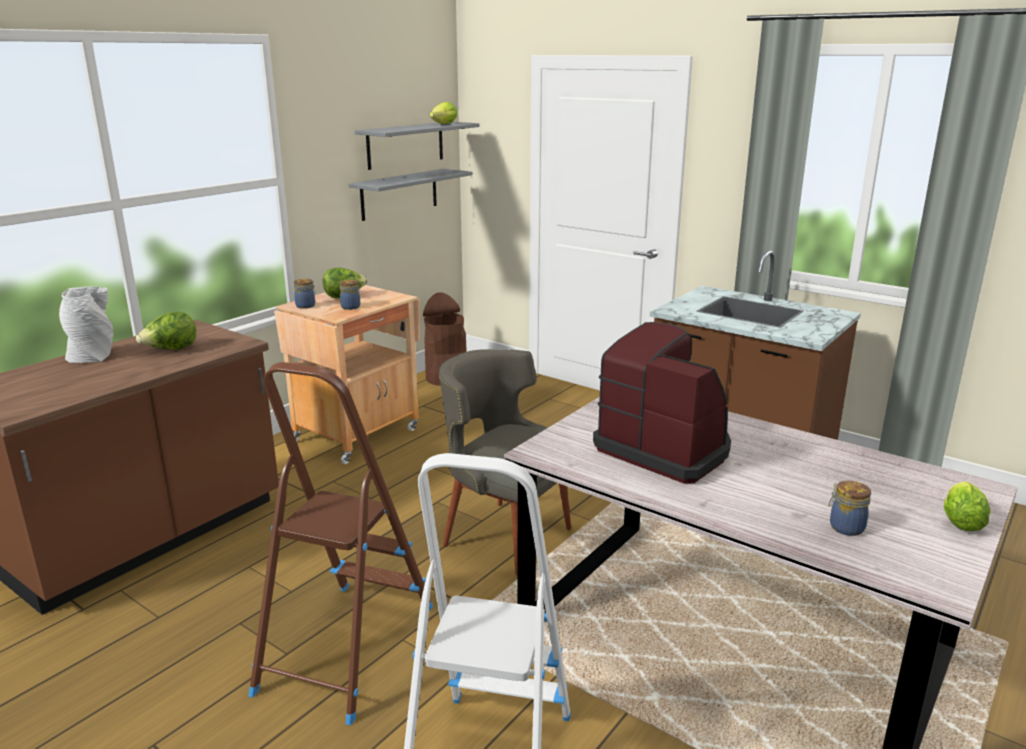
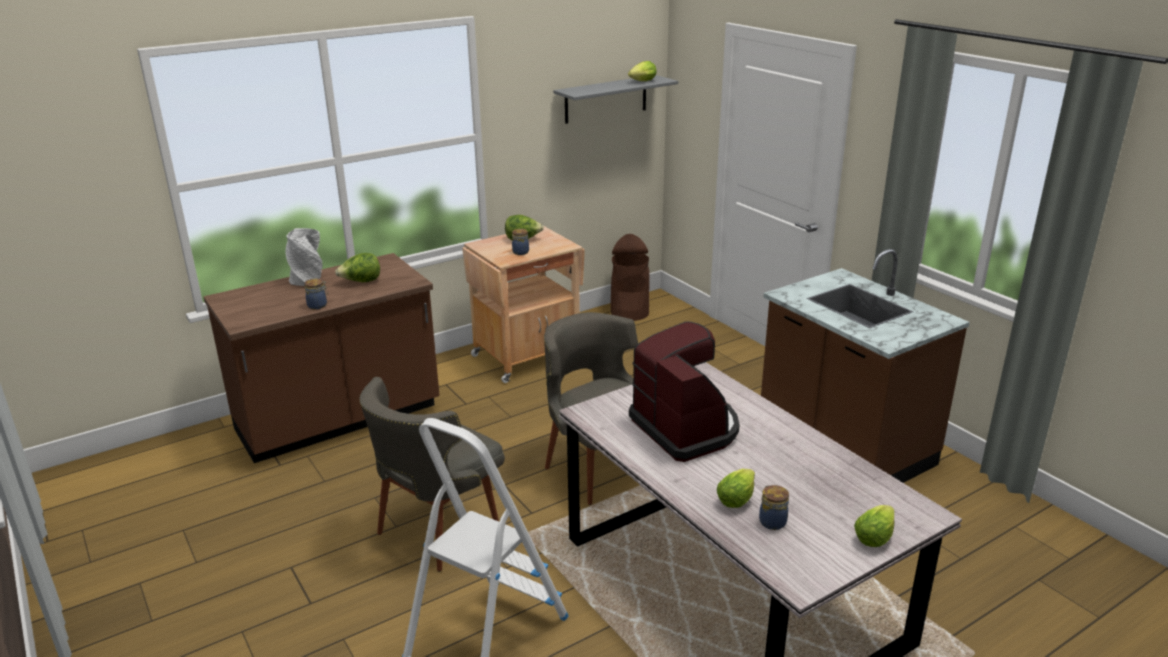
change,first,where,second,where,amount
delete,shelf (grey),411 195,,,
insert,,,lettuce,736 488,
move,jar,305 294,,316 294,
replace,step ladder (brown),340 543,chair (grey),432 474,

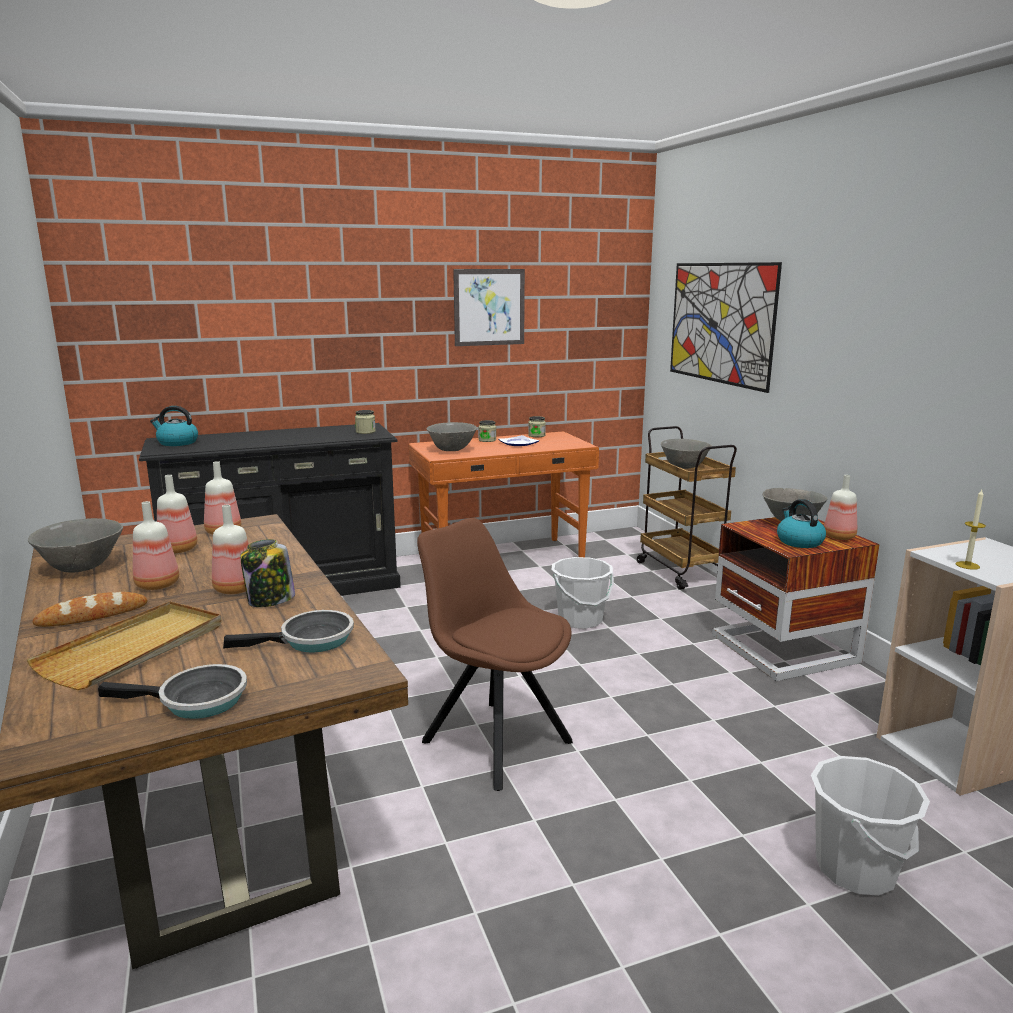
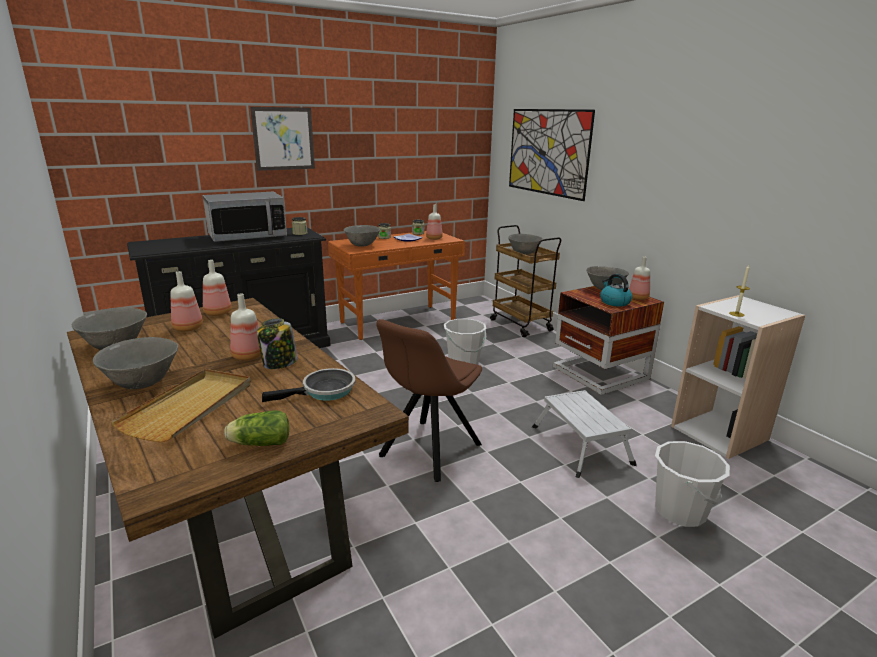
change,first,where,second,where,amount
delete,kettle,174 426,,,
insert,,,microwave,245 217,
insert,,,step ladder (white),584 434,
move,bottle,156 545,,434 222,
move,picture,489 307,,282 139,
replace,bread,90 609,bowl (grey),135 363,
replace,frying pan,172 691,lettuce,256 428,
rotate,chair (brown),495 654,,429 400,90 degrees counterclockwise

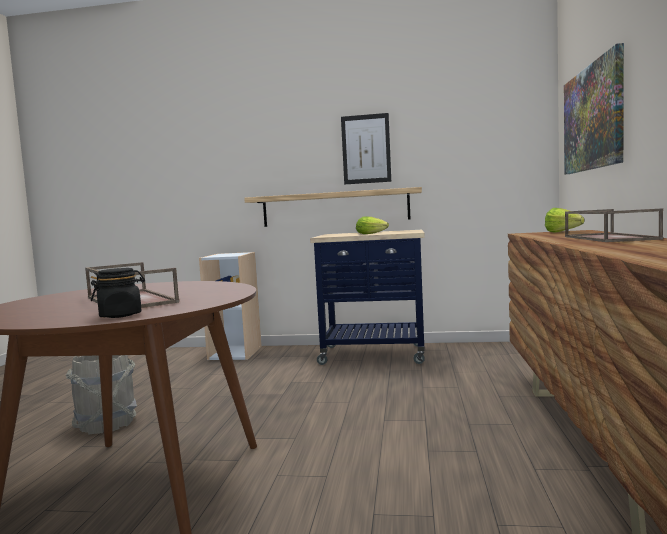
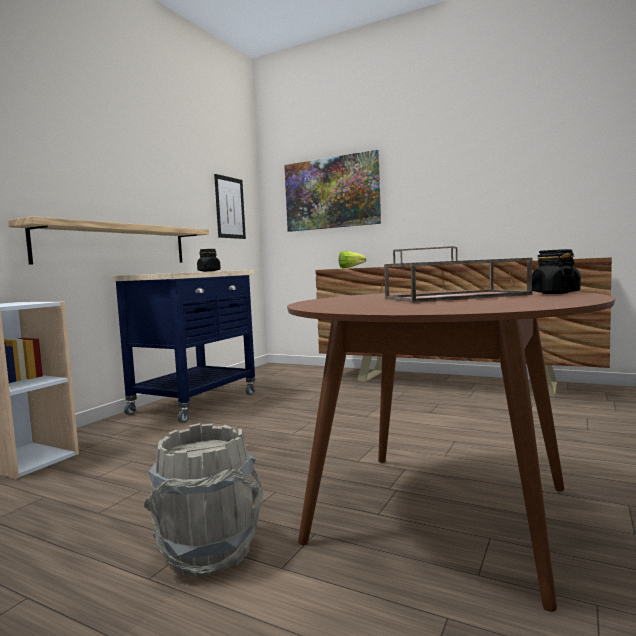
change,first,where,second,where,amount
move,picture,366 148,,230 206,
replace,lettuce,372 225,jar (black),209 260,

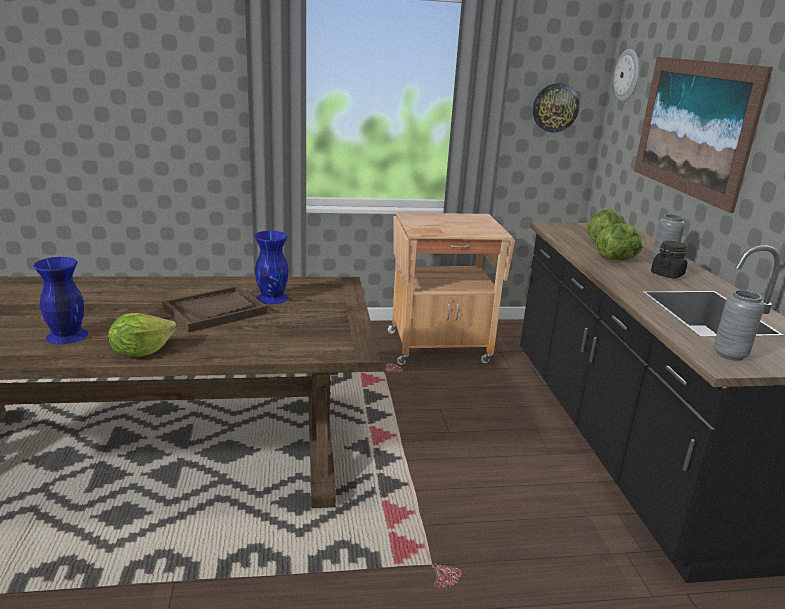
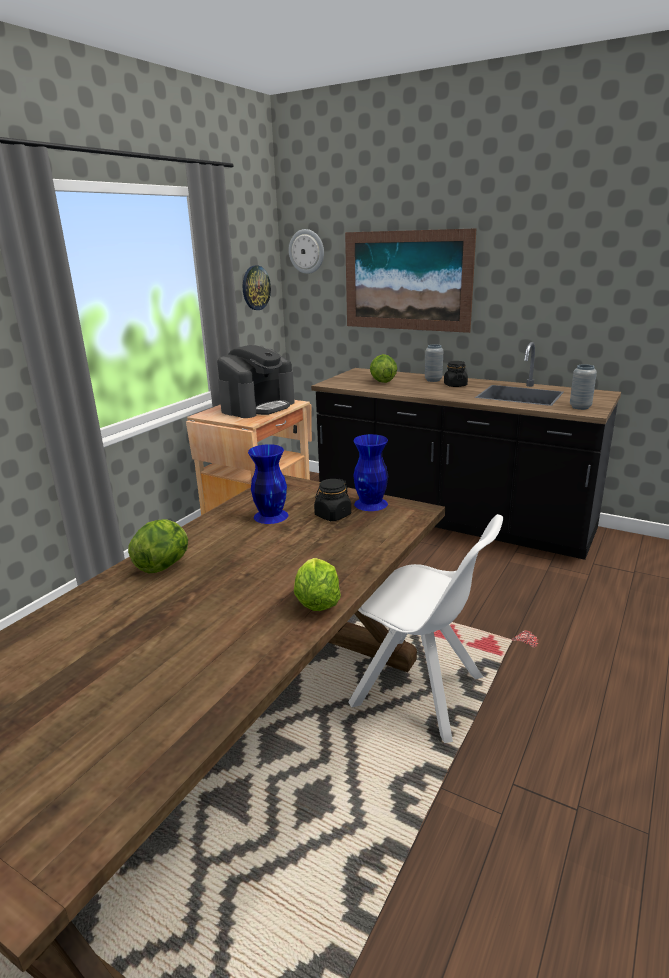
change,first,where,second,where,amount
delete,tray (brown),215 309,,,
insert,,,coffee machine,256 381,
insert,,,jar (black),332 500,
insert,,,chair (white),425 628,
move,vase (blue),60 300,,370 472,
move,lettuce,620 241,,158 546,

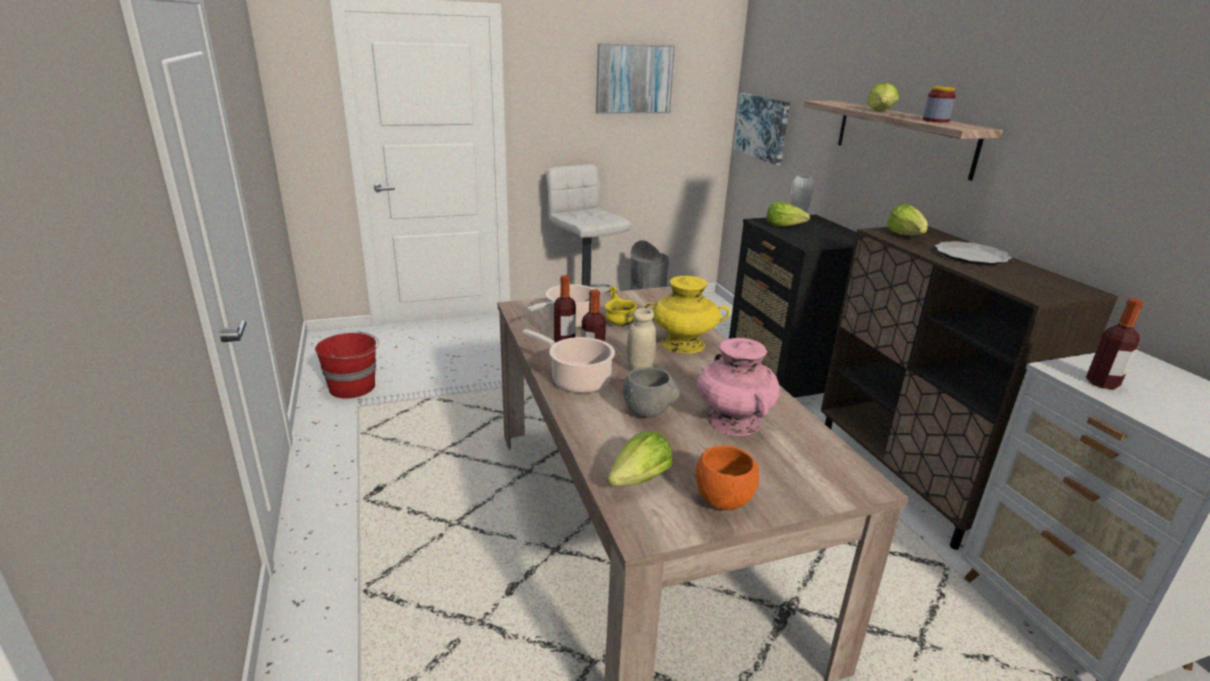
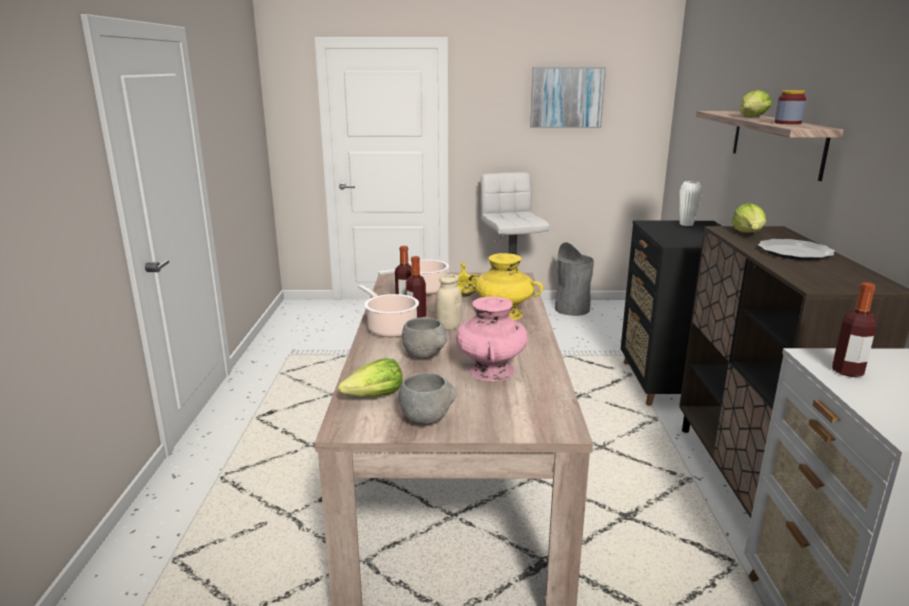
change,first,where,second,where,amount
delete,bucket (red),347 365,,,
delete,picture,761 129,,,
delete,lettuce,788 214,,,
recolor,bowl (orange),727 477,bowl (grey),427 398,

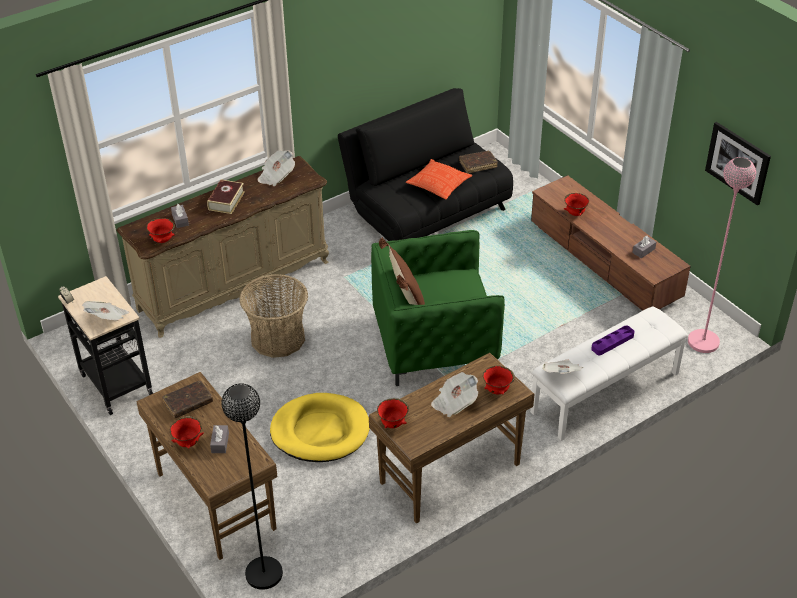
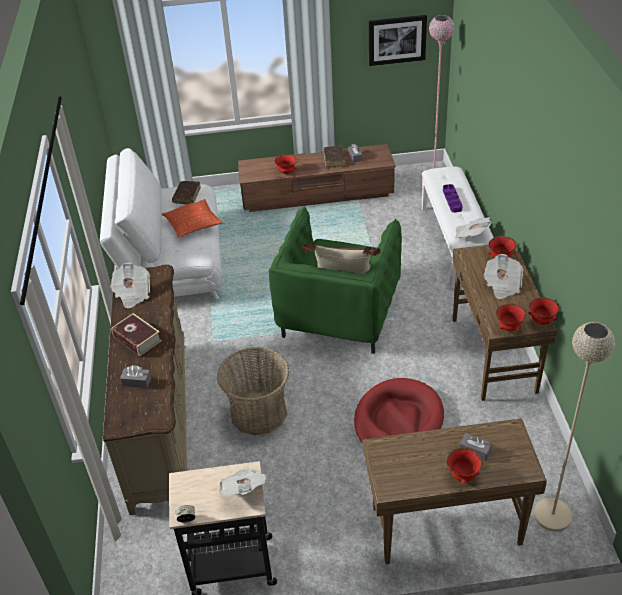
change,first,where,second,where,amount
move,bowl (red),160 230,,543 311,
move,book (brown),187 399,,334 157,
recolor,floor lamp (black),252 487,floor lamp (beige),574 427,
recolor,dog bed (yellow),320 427,dog bed (red),399 411,
recolor,sofa (black),425 164,sofa (white),161 224,

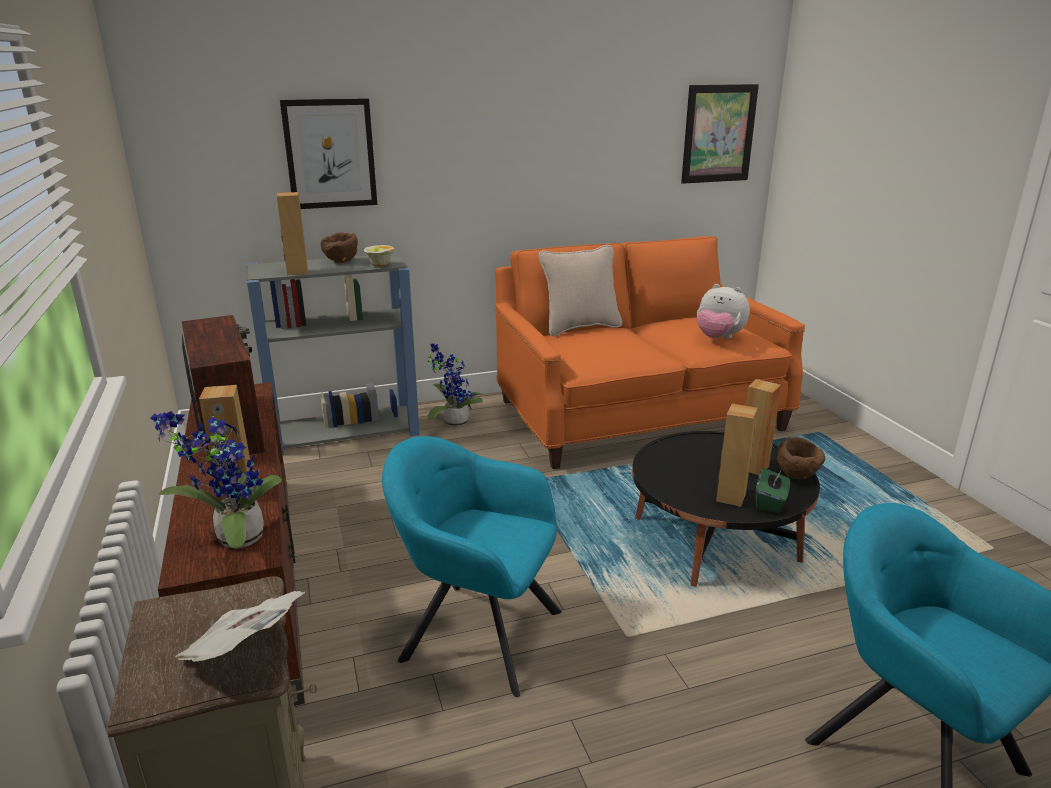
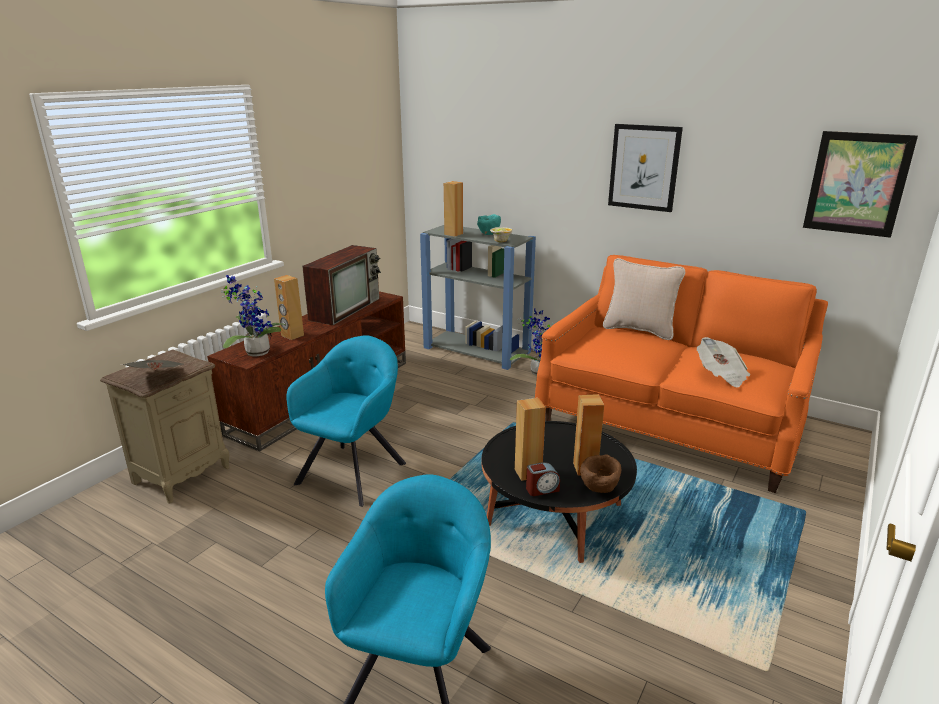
change,first,where,second,where,amount
move,picture,328 153,,645 168,
replace,plush toy,723 311,newspaper,724 362,
replace,tissue box (green),772 490,alarm clock,543 479,
recolor,bowl (brown),339 247,bowl (turquoise),489 224,
rotate,armchair (turquoise),472 566,,346 421,45 degrees clockwise

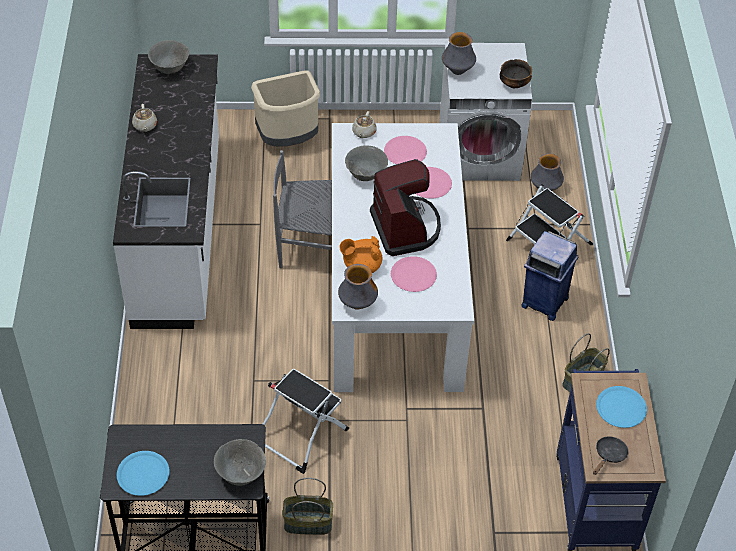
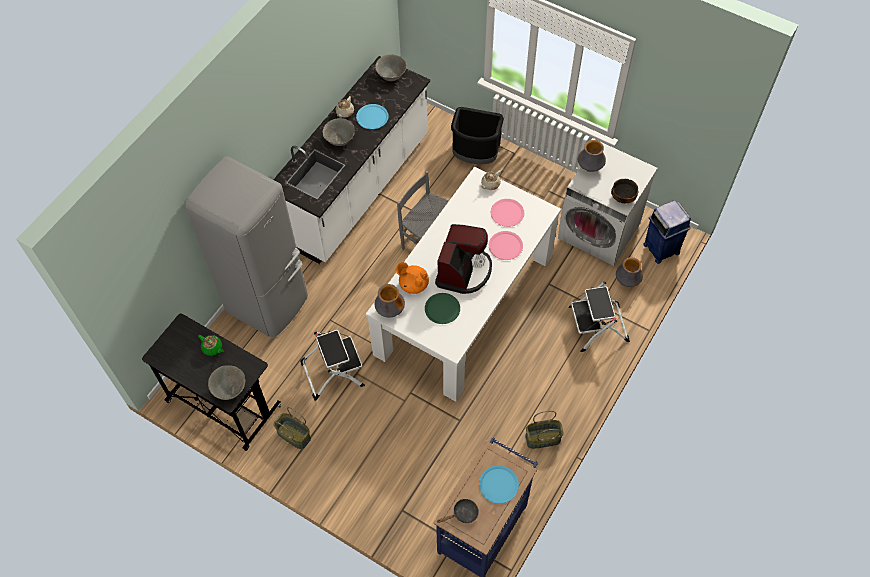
change,first,where,second,where,amount
insert,,,fridge (grey),246 246,
insert,,,teapot (green),211 345,
move,plate (blue),143 473,,372 116,
move,bowl (grey),366 163,,338 132,
move,trash can (blue),549 276,,667 232,
recolor,trash can (beige),285 109,trash can (black),477 135,
recolor,plate (pink),414 274,plate (green),442 308,

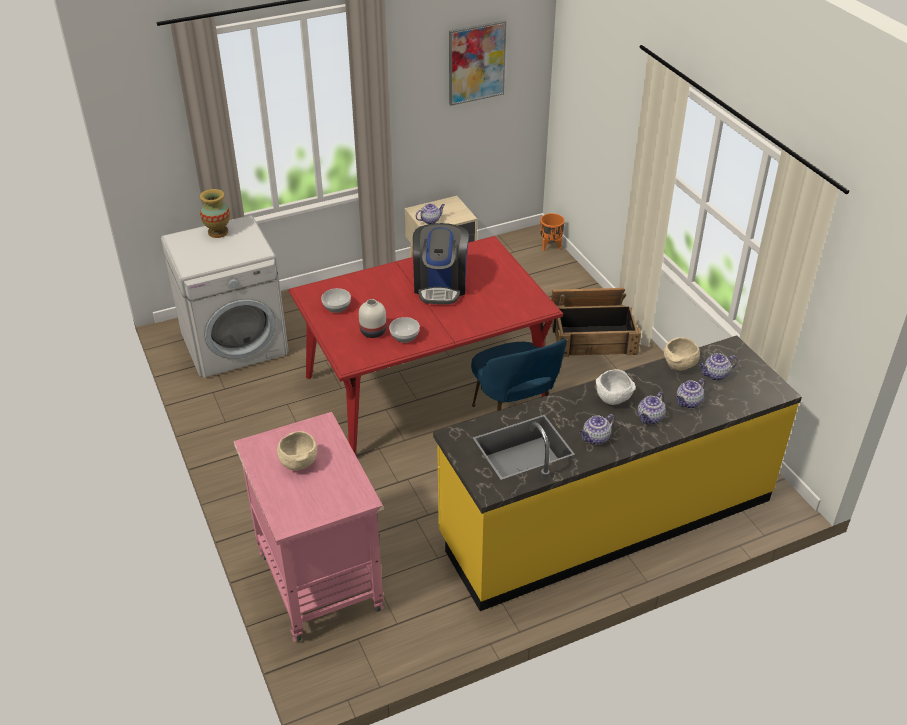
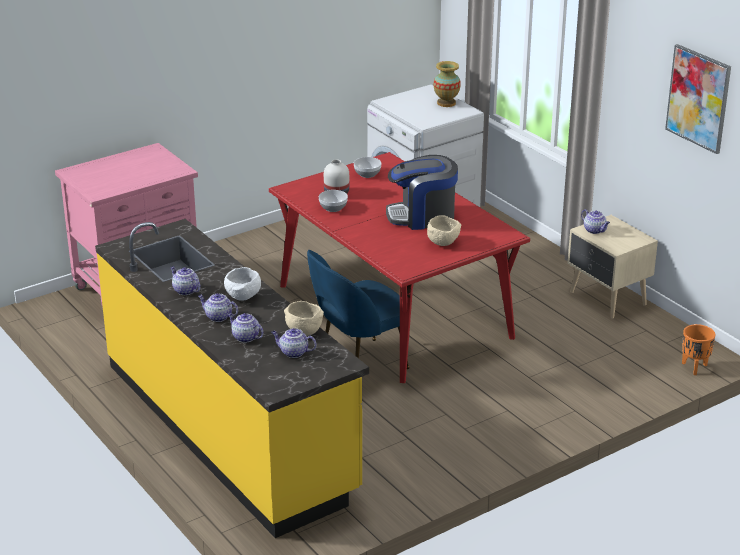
change,first,where,second,where,amount
delete,crate,596 322,,,
move,bowl (beige),297 450,,444 230,
rotate,teapot,718 367,,294 343,45 degrees counterclockwise

